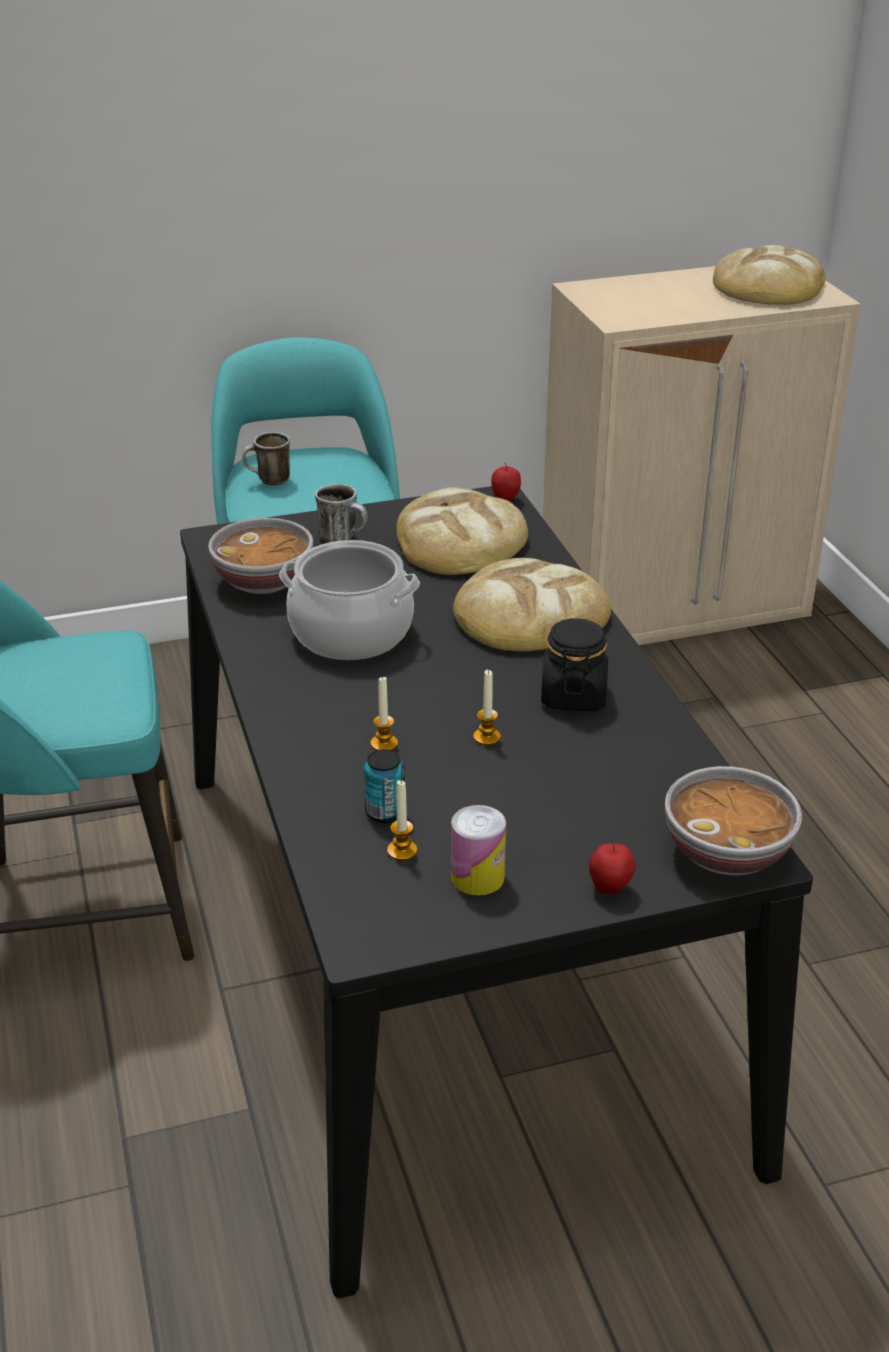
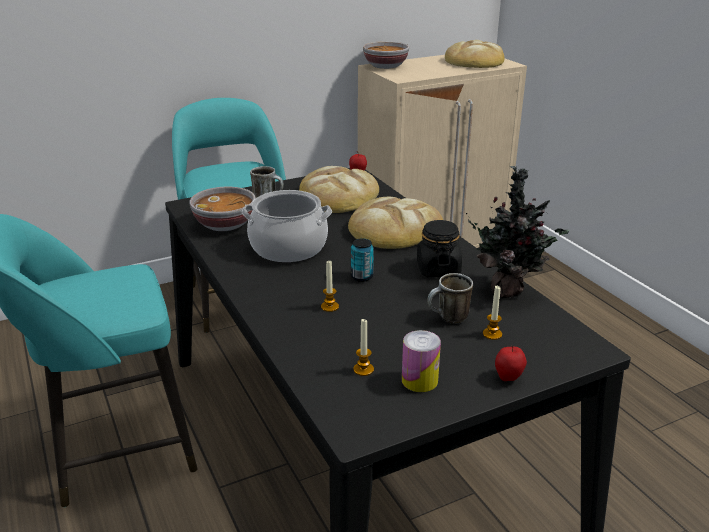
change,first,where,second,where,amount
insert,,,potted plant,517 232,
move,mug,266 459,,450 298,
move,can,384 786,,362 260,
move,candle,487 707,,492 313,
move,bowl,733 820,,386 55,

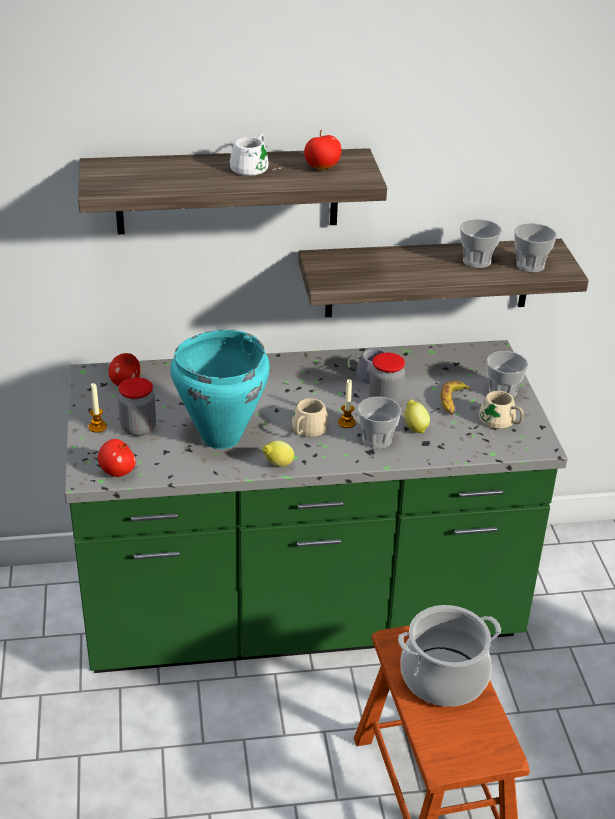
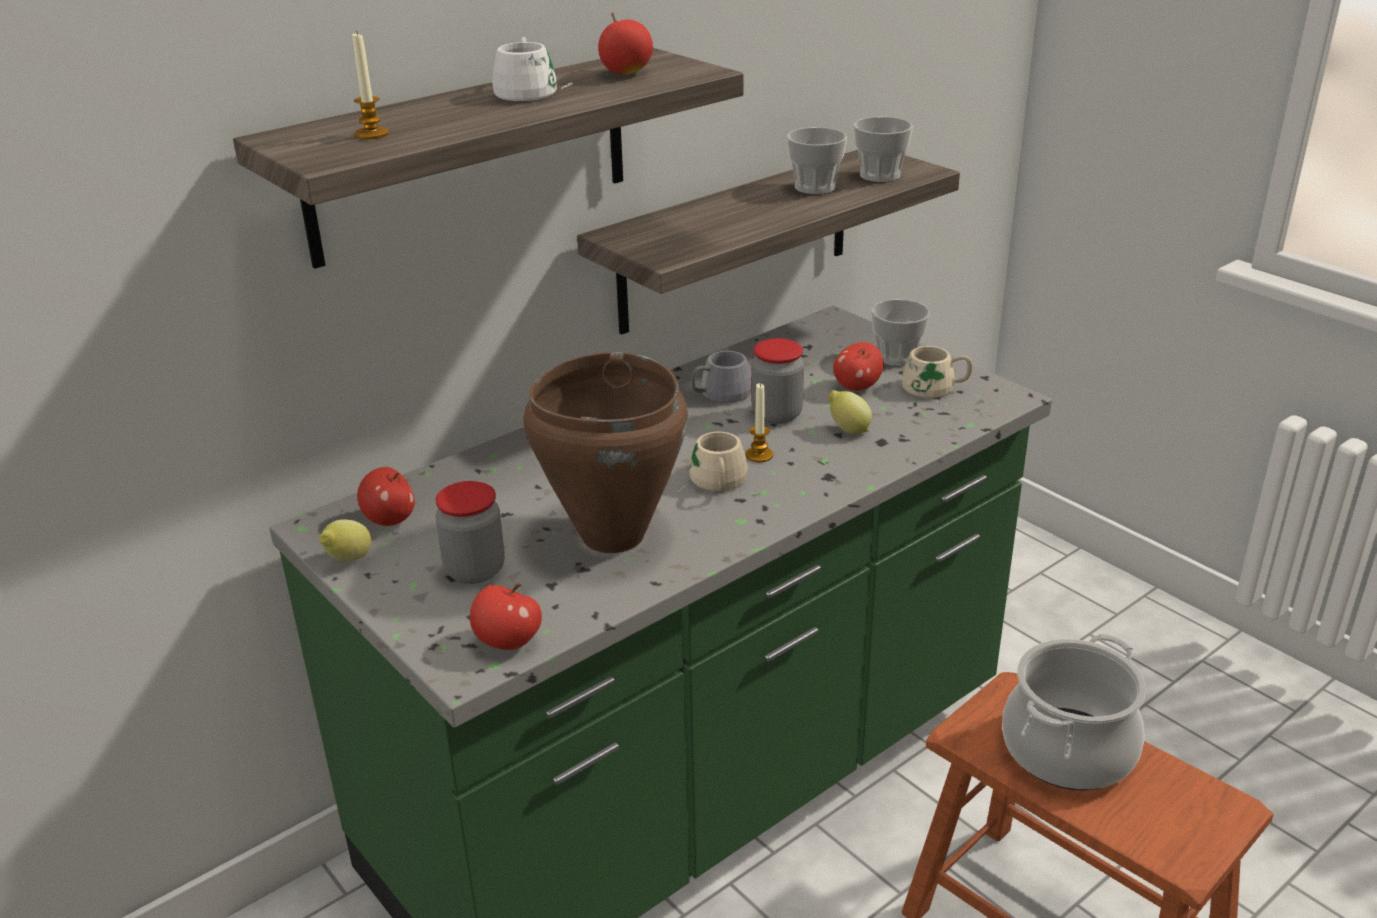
change,first,where,second,where,amount
delete,cup,379 422,,,
move,candle,98 408,,370 86,
move,lemon,278 454,,345 540,
replace,banana,456 398,apple,858 366,
recolor,cooking pot (turquoise),220 389,cooking pot (brown),605 452,

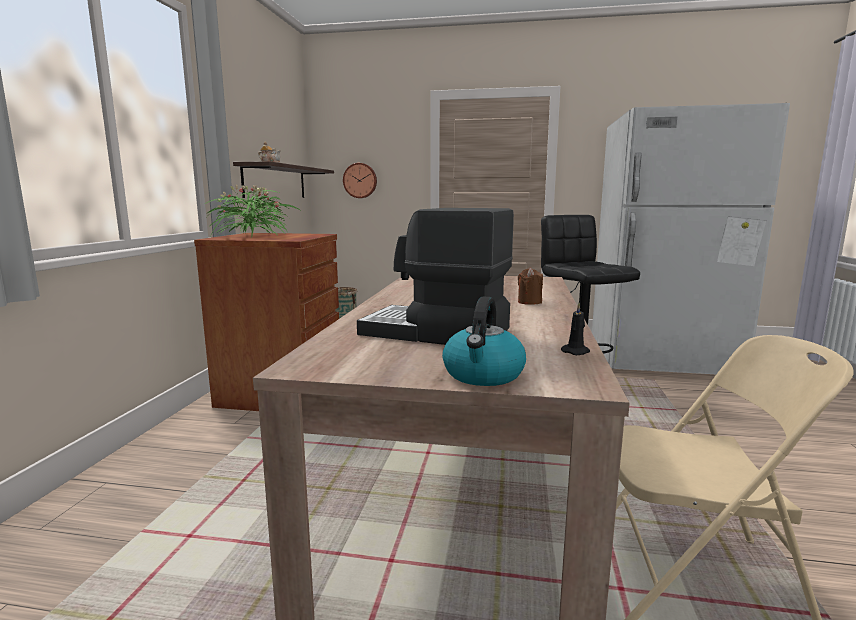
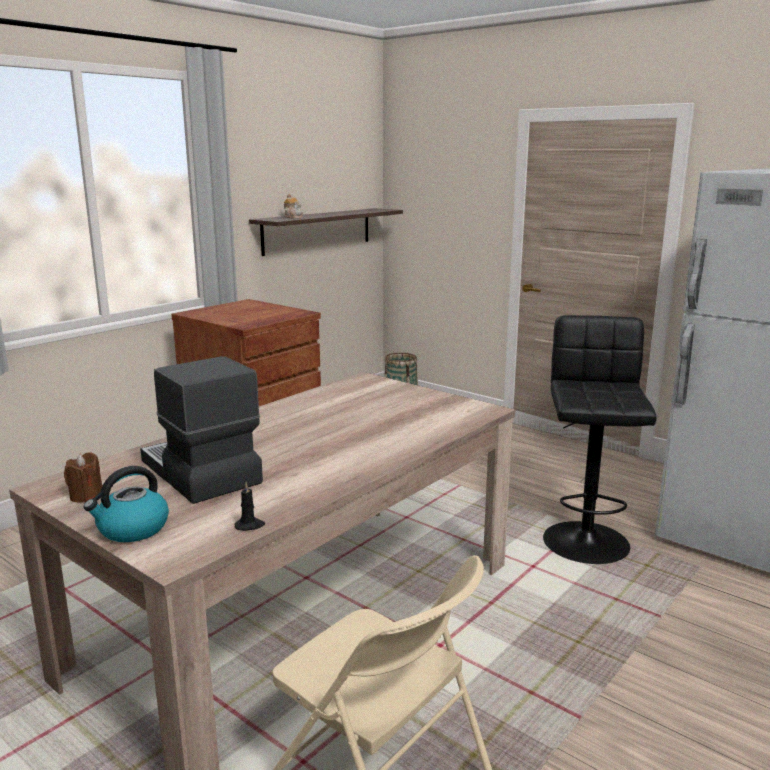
change,first,where,second,where,amount
delete,potted plant,252 210,,,
delete,wall clock,360 180,,,
move,candle (brown),530 286,,83 477,

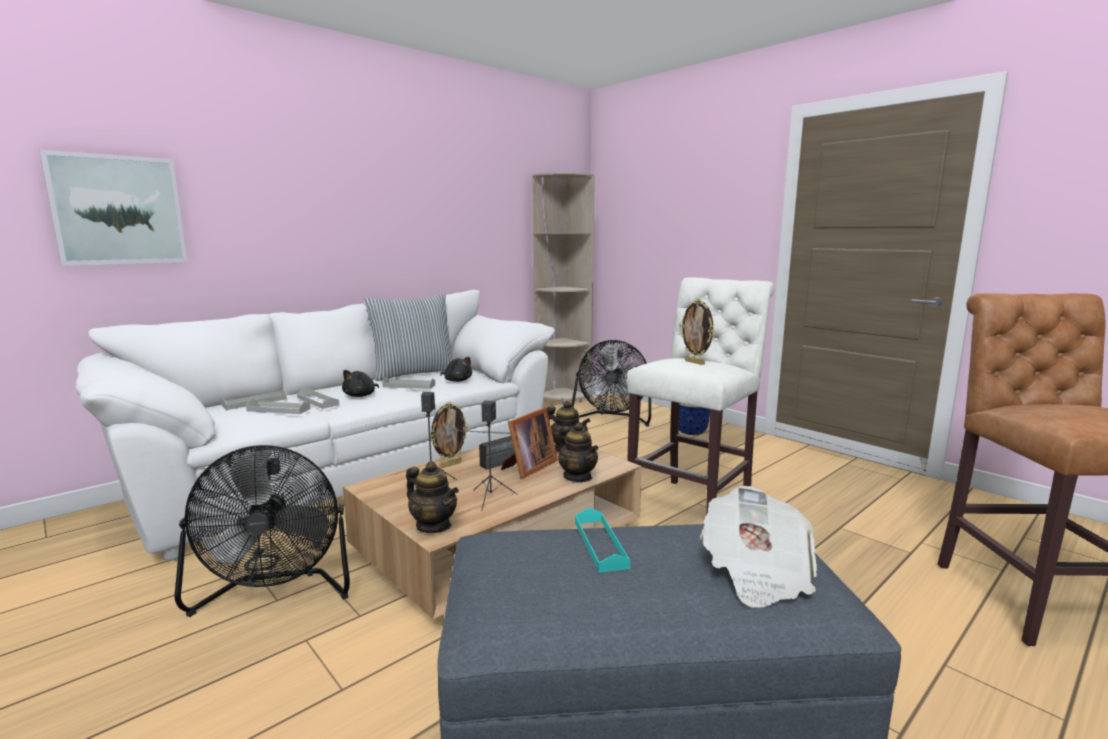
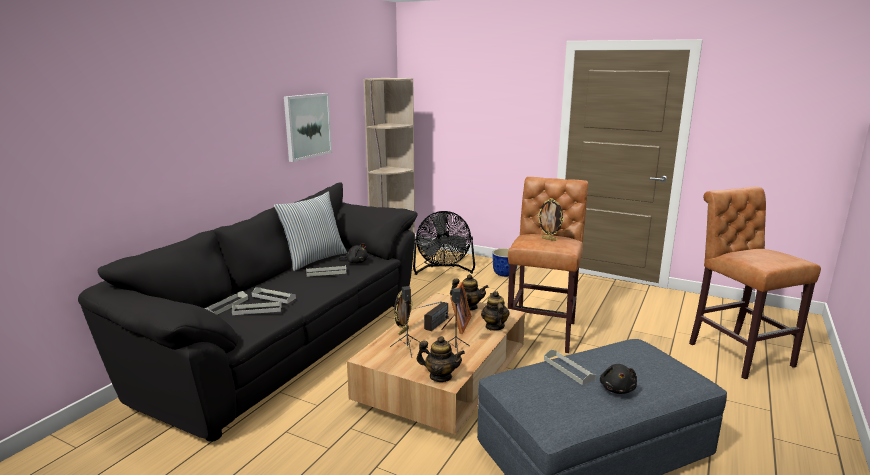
change,first,where,second,where,amount
delete,fan (black),262 531,,,
delete,newspaper,758 547,,,
move,picture,113 208,,308 127,
move,plush toy (black),360 383,,618 379,
recolor,sofa (white),315 425,sofa (black),248 312,
recolor,tray (turquoise),602 540,tray (grey),570 367,
recolor,stool (white),700 396,stool (brown),548 265,
rotate,teapot,578 452,,495 311,135 degrees counterclockwise

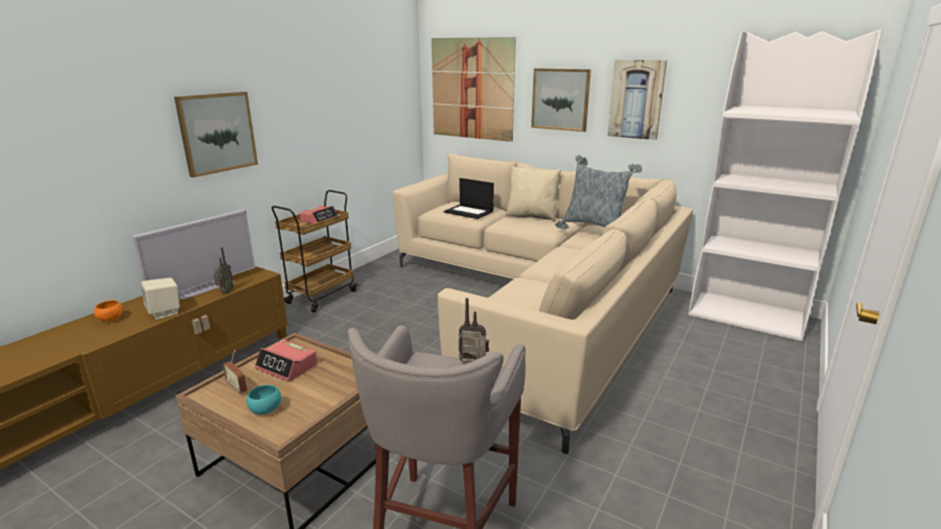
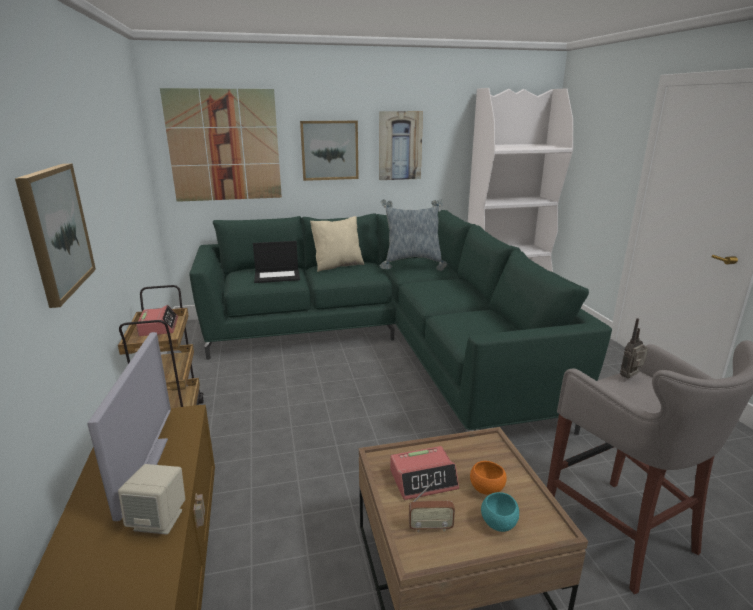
change,first,where,second,where,amount
delete,radio,223 270,,,
move,bowl (orange),108 311,,488 478,
recolor,sofa (beige),543 304,sofa (green),400 322,

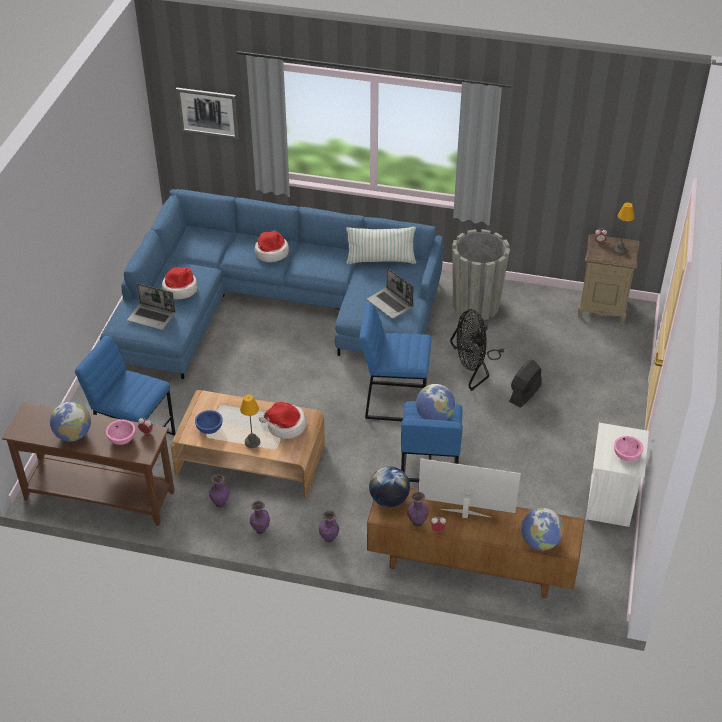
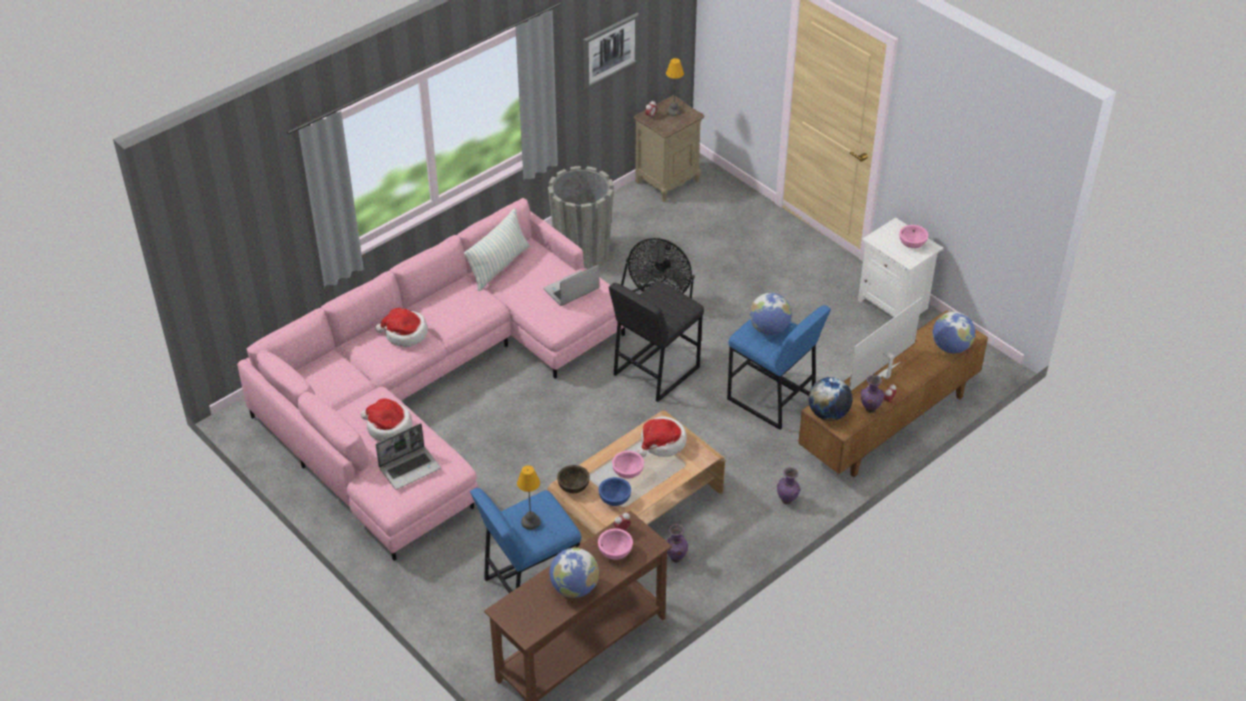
change,first,where,second,where,amount
delete,vase (purple),260 517,,,
delete,fan (black),525 384,,,
insert,,,bowl (brown),573 479,
insert,,,bowl (pink),628 465,
move,picture,207 114,,611 51,
move,table lamp,250 421,,529 497,
recolor,sofa (blue),271 284,sofa (pink),431 379,
recolor,stool (blue),395 362,stool (black),656 341,
rotate,laptop,390 293,,571 285,150 degrees clockwise

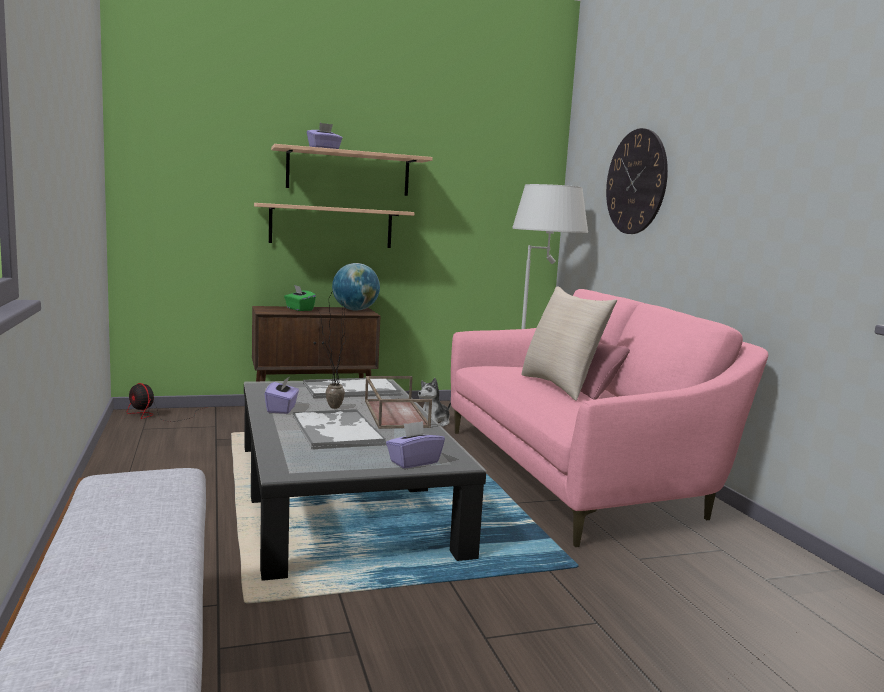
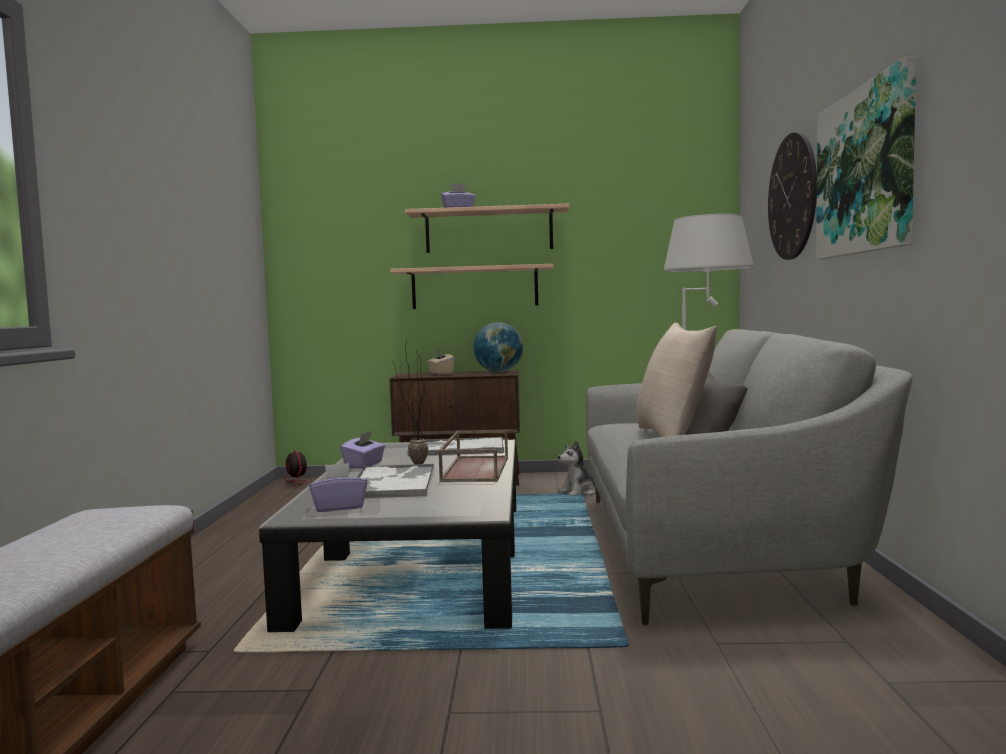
change,first,where,second,where,amount
insert,,,picture,866 157,
move,tissue box (purple),415 445,,338 487,
recolor,tissue box (green),300 298,tissue box (beige),441 362,
recolor,sofa (pink),609 418,sofa (grey),749 477,

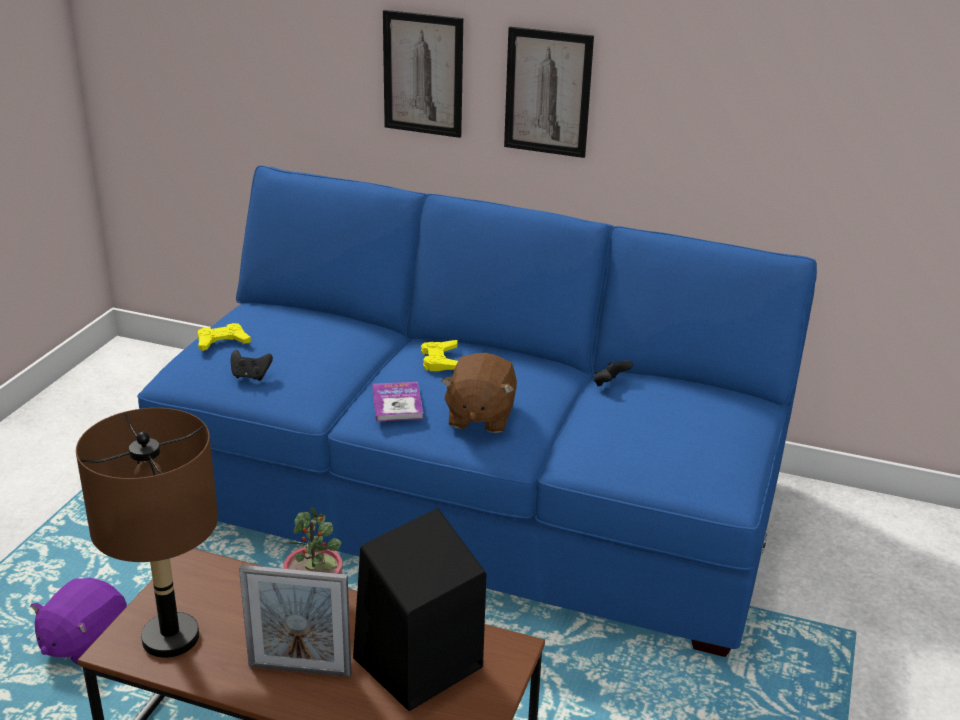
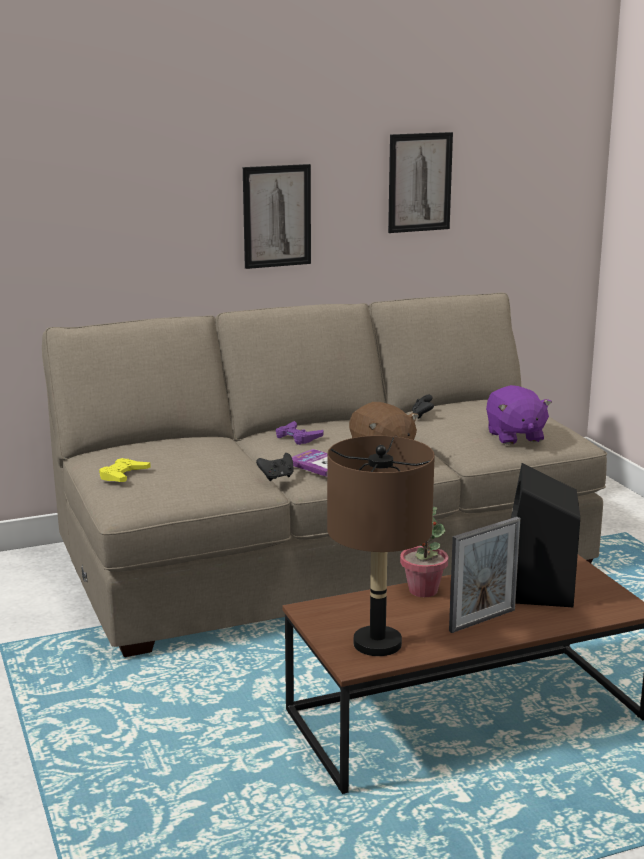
change,first,where,second,where,amount
move,plush toy (purple),78 621,,519 415,
move,game controller (black),252 365,,275 467,
move,picture,423 74,,420 182,
recolor,sofa (blue),477 411,sofa (beige),324 475,
recolor,game controller (yellow),439 355,game controller (purple),300 433,

